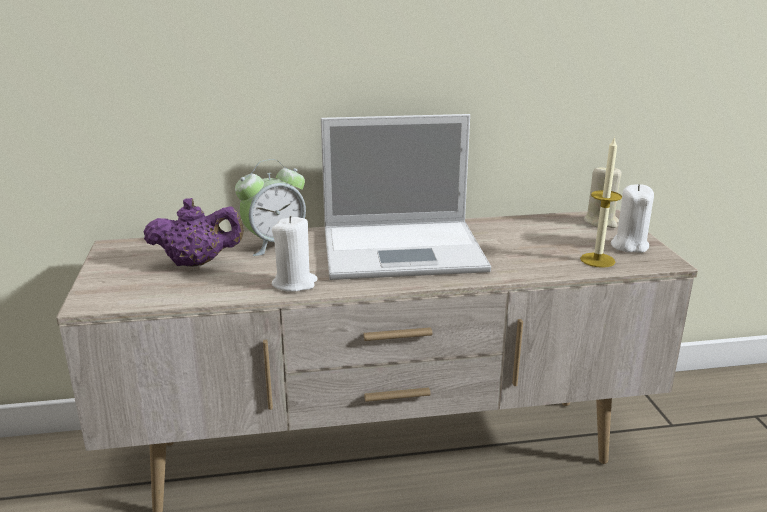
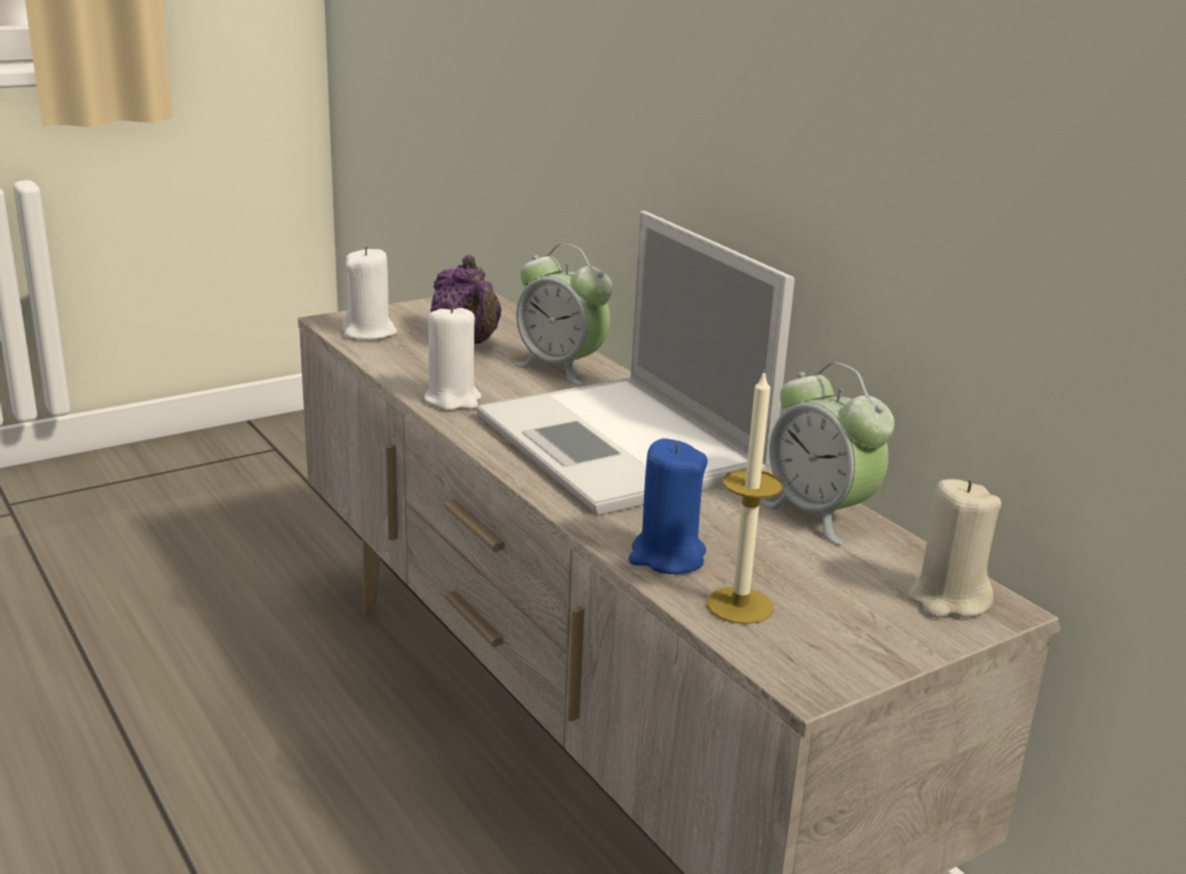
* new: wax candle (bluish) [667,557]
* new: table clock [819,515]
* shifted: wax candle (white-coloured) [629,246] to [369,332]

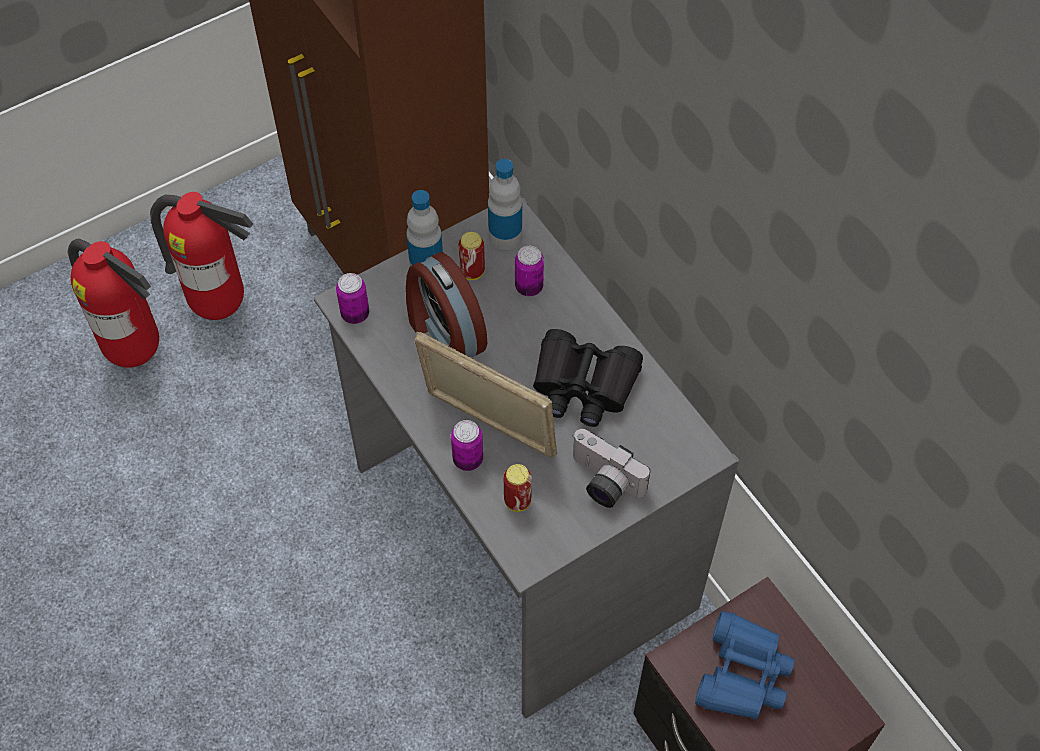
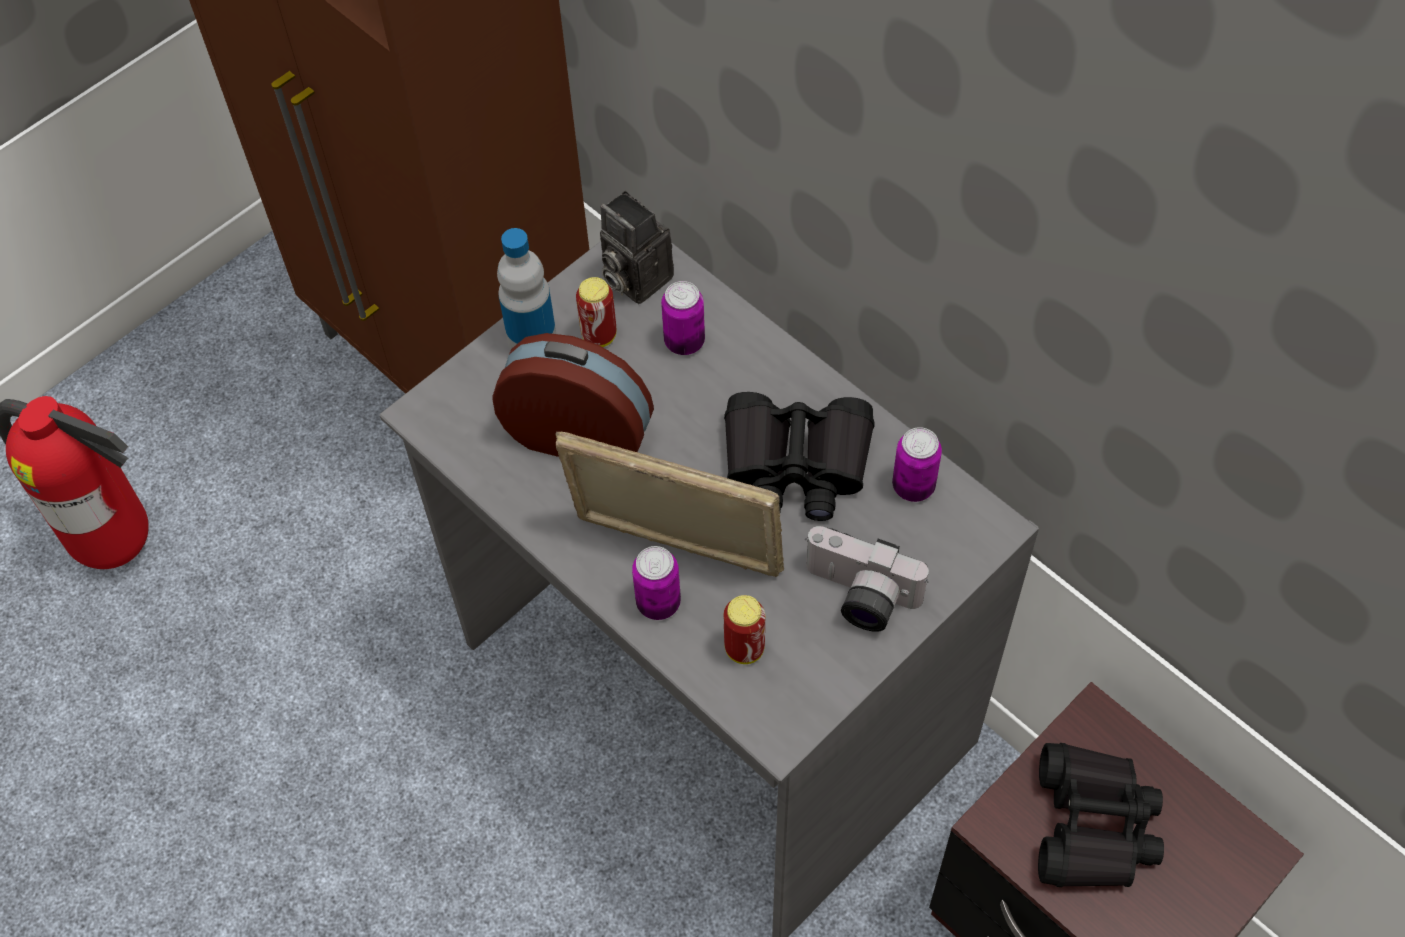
* gone: fire-fighting cylinder [220,305]
* shifted: can [355,314] to [913,486]
* swapped: drink bottle [505,236] to still camera [633,277]
* repainted: binoculars (bluish) [742,674] to binoculars (blackish) [1093,826]
* rotated: table clock [443,335] = [580,432] 150 degrees clockwise

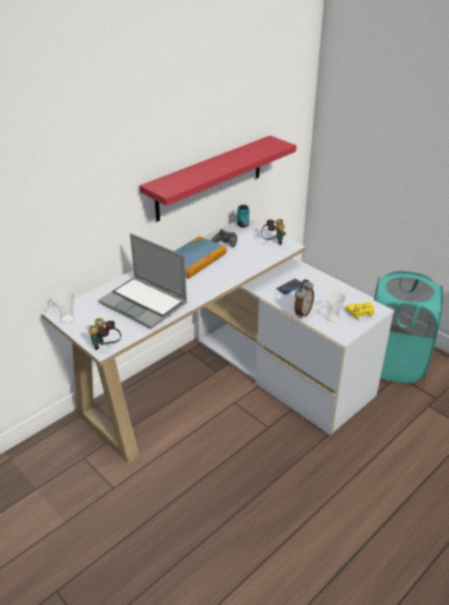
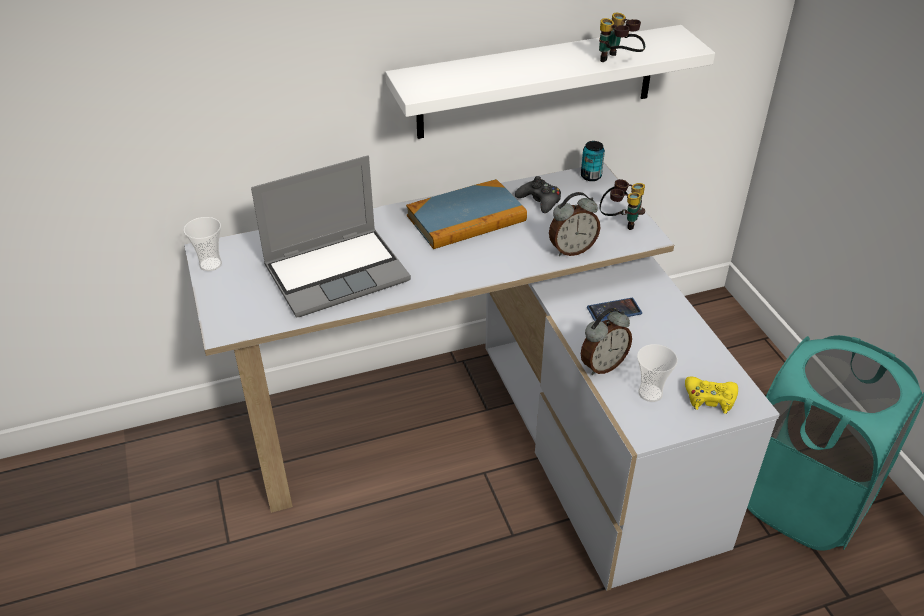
* new: table clock [571,250]
* shifted: binoculars [106,347] to [618,62]
* repainted: shelf (red-coloured) [210,178] to shelf (white-coloured) [537,82]
* rotated: notebook computer [145,303] = [337,272] 90 degrees counterclockwise

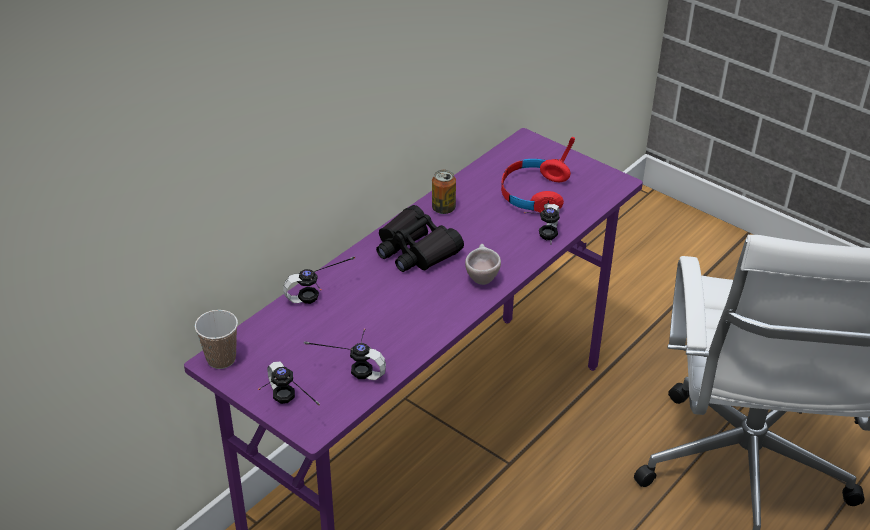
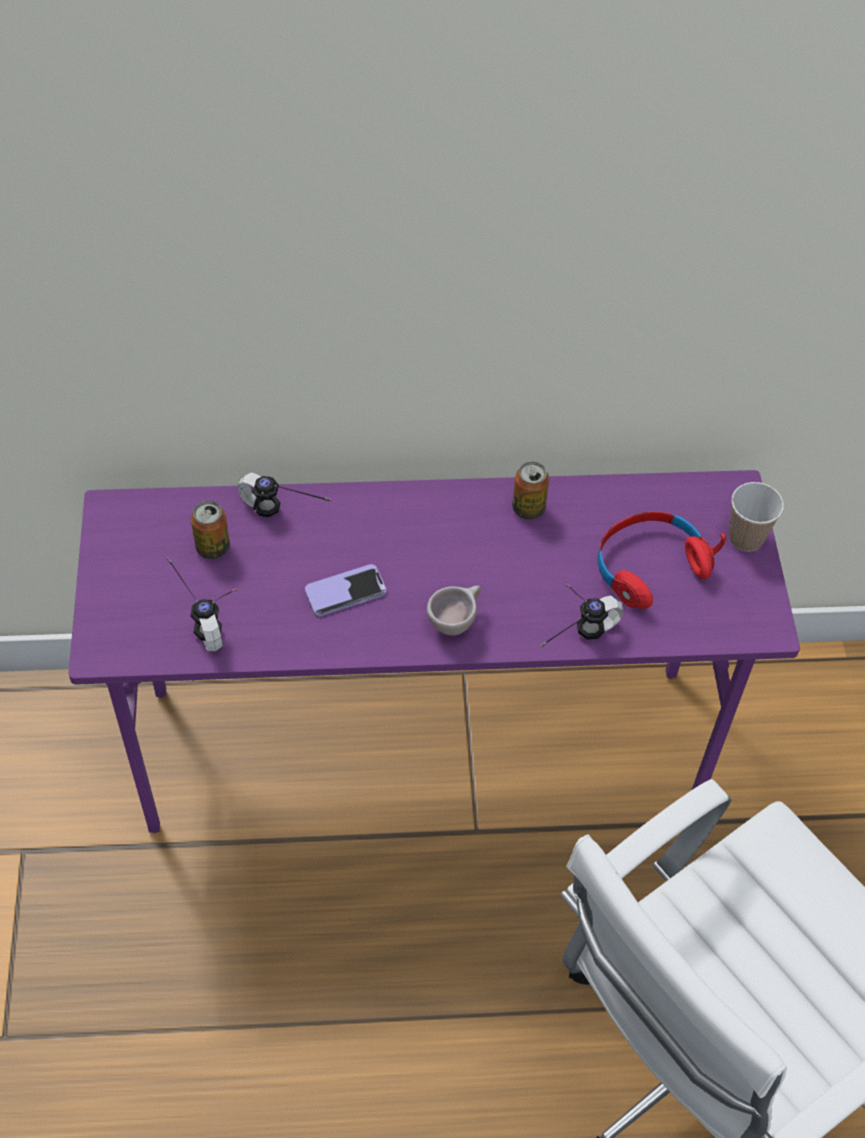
* gone: headset [283,410]
* gone: binoculars (blackish) [415,250]
* new: can [213,547]
* new: handset [345,592]
* shifted: cup [221,359] to [746,538]

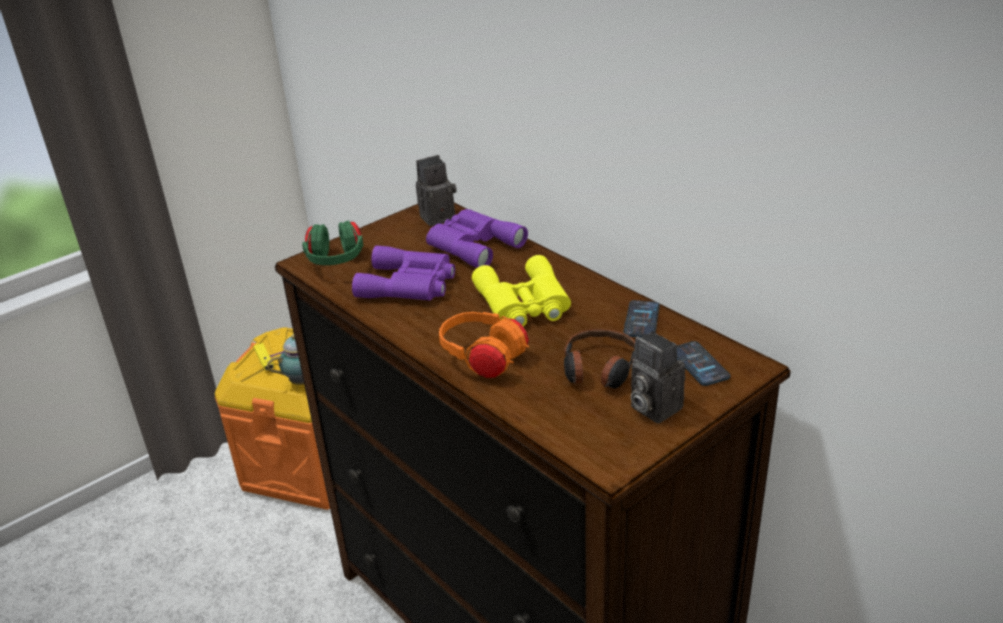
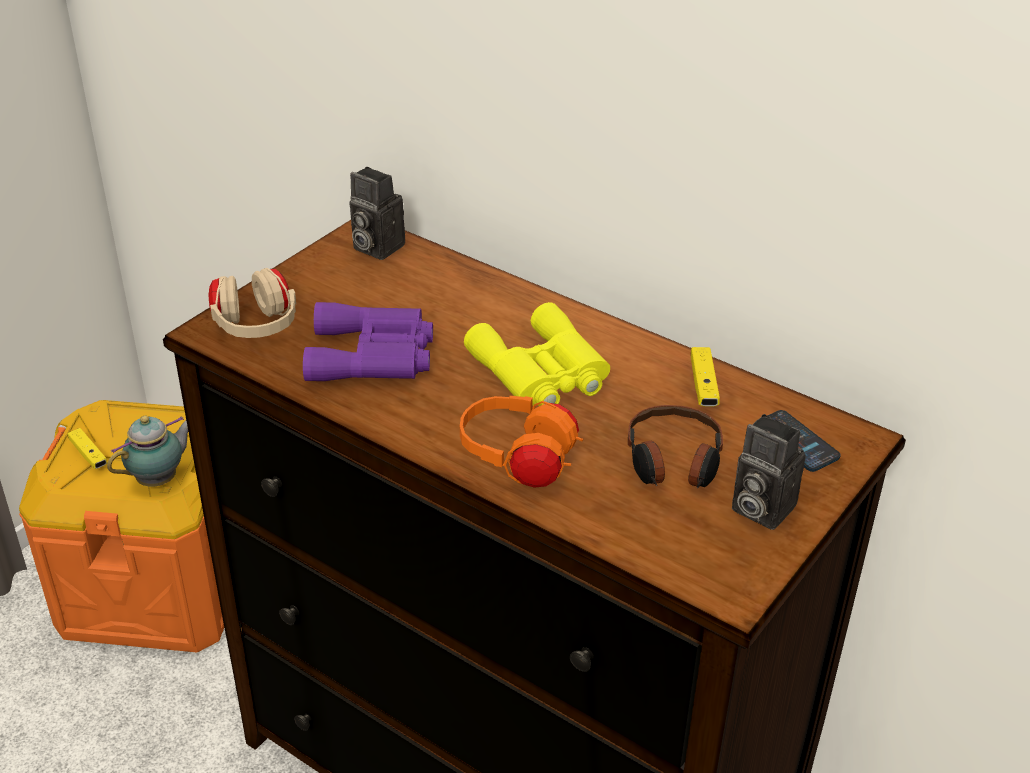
* gone: binoculars (purplish) [472,245]
* swapped: handset [641,320] to joypad (yellow) [703,385]
* repainted: headset (green-coloured) [336,263] to headset (beige) [256,329]
* rotated: still camera [438,216] = [374,247] 105 degrees counterclockwise

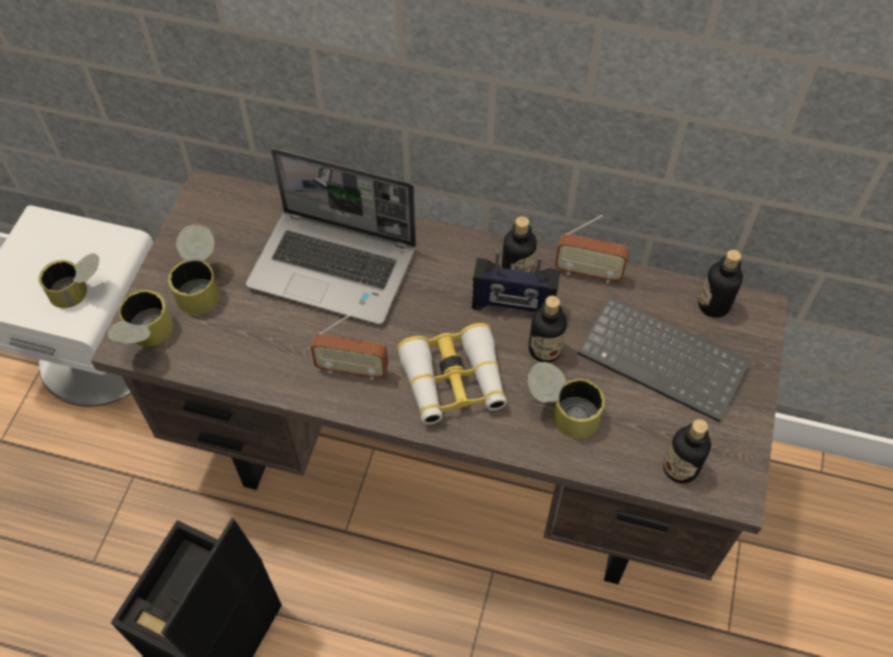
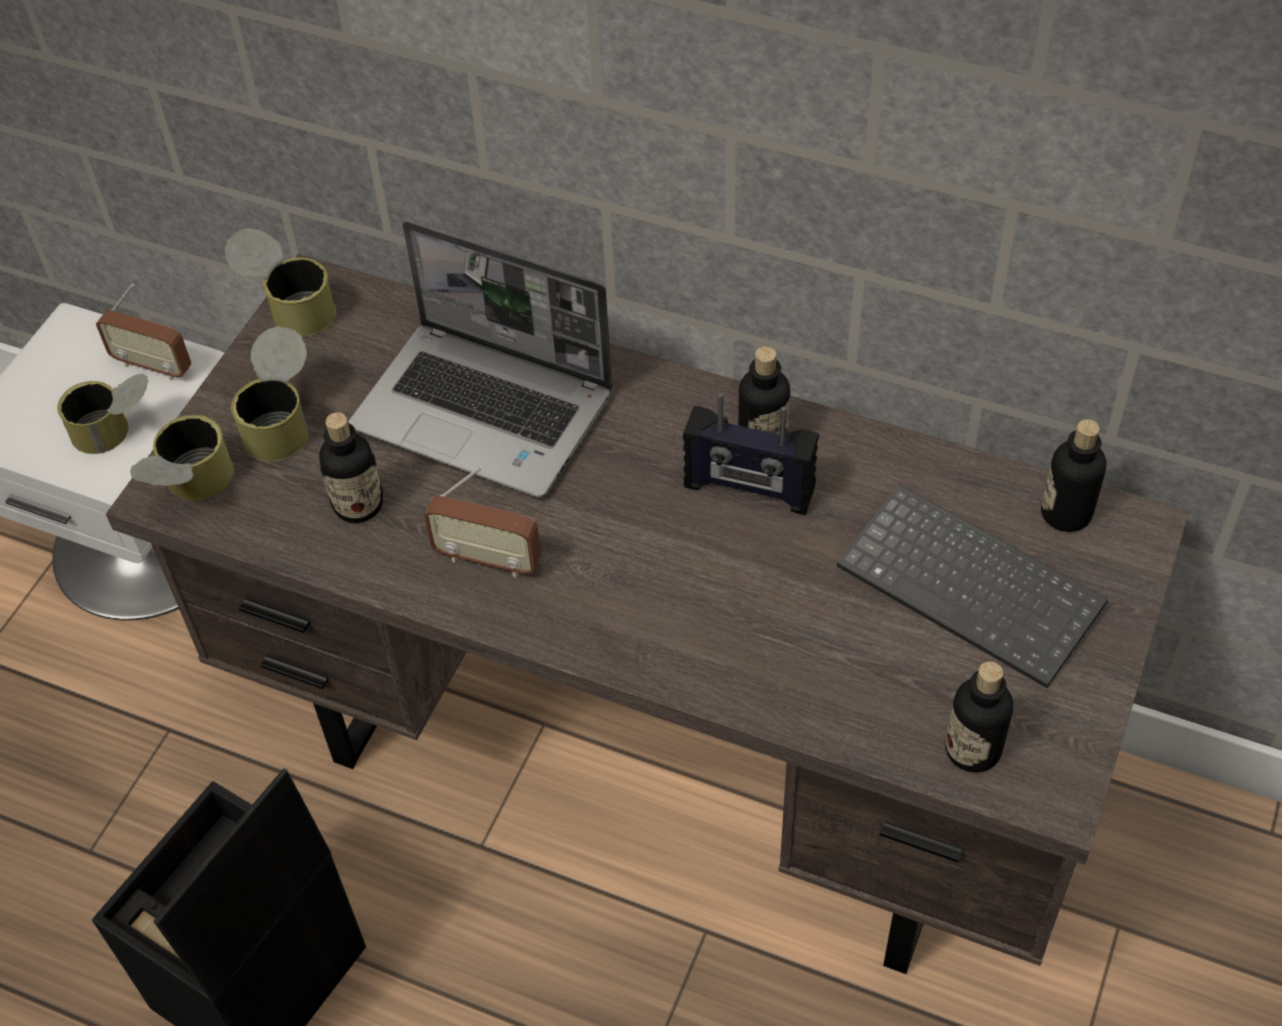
* gone: binoculars [453,382]
* shifted: can [562,411] to [288,307]
* shifted: drink bottle [545,349] to [358,505]
* shifted: radio [588,272] to [153,366]

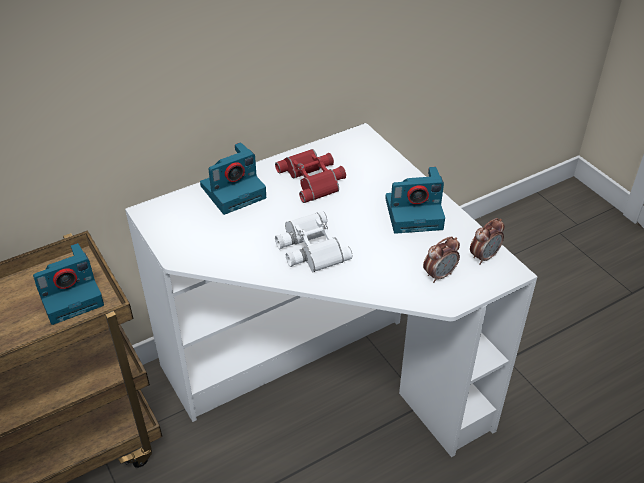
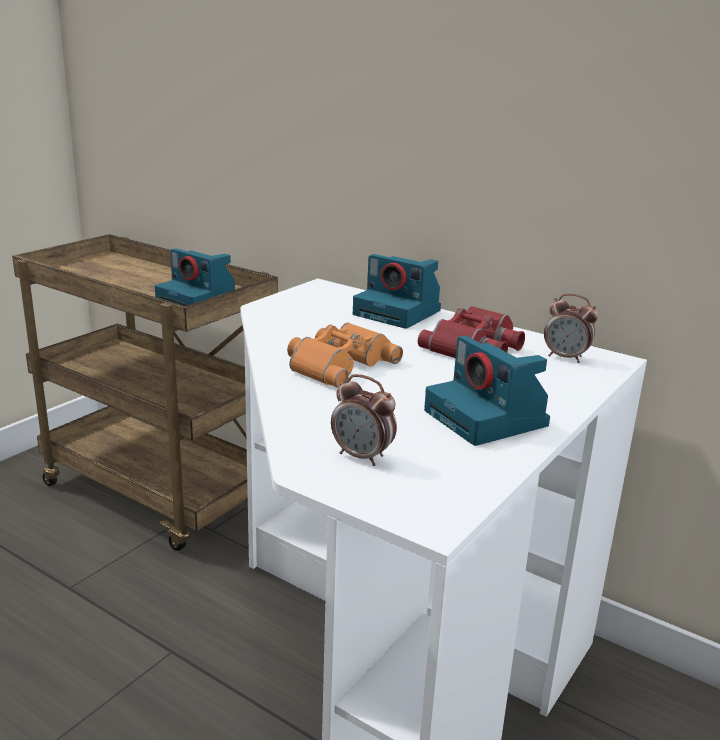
* shifted: table clock [484,257] to [566,357]
* repainted: binoculars (white-coloured) [309,248] to binoculars (orangey) [338,363]

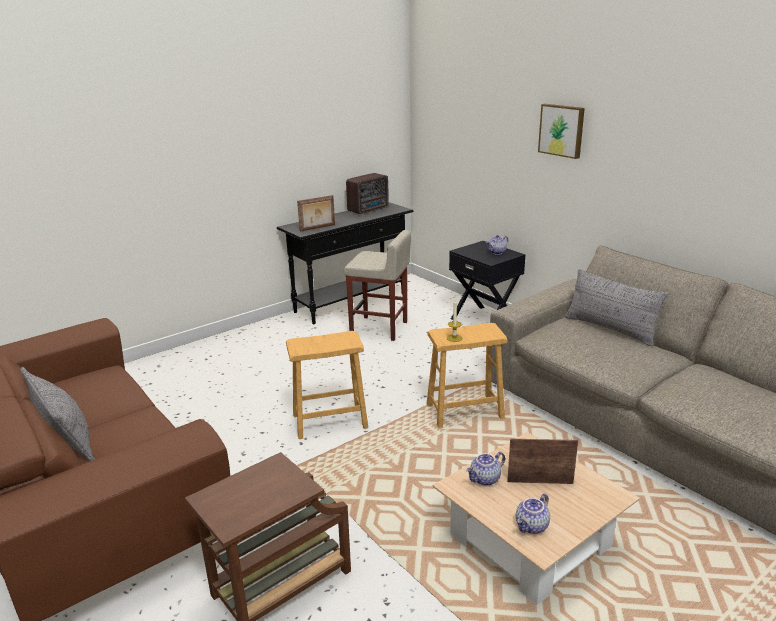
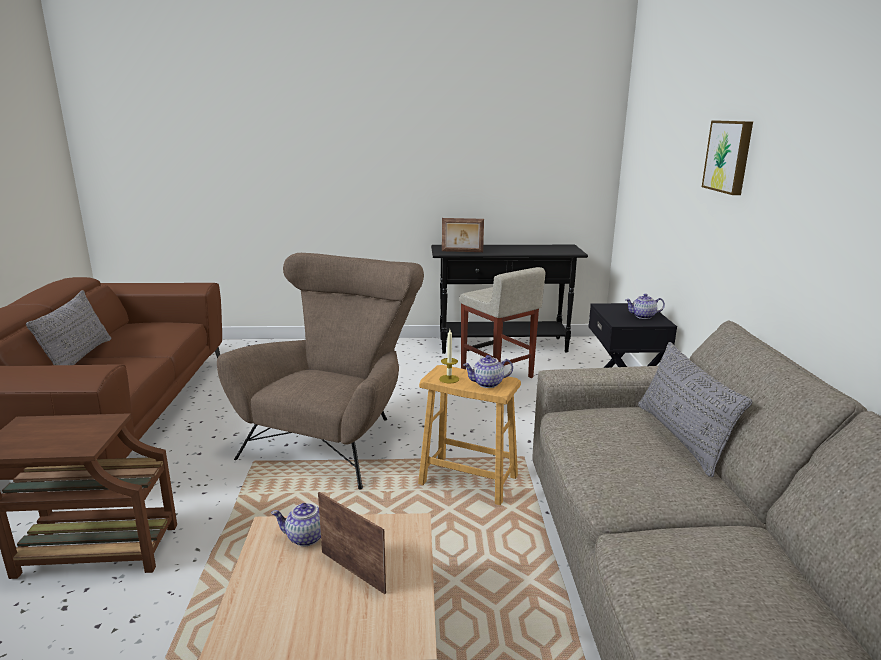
* gone: radio [369,209]
* shifted: pot for tea [532,526] to [487,384]
* swapped: stool seat (brown-coloured) [329,421] to easy chair (brown-coloured) [335,436]

